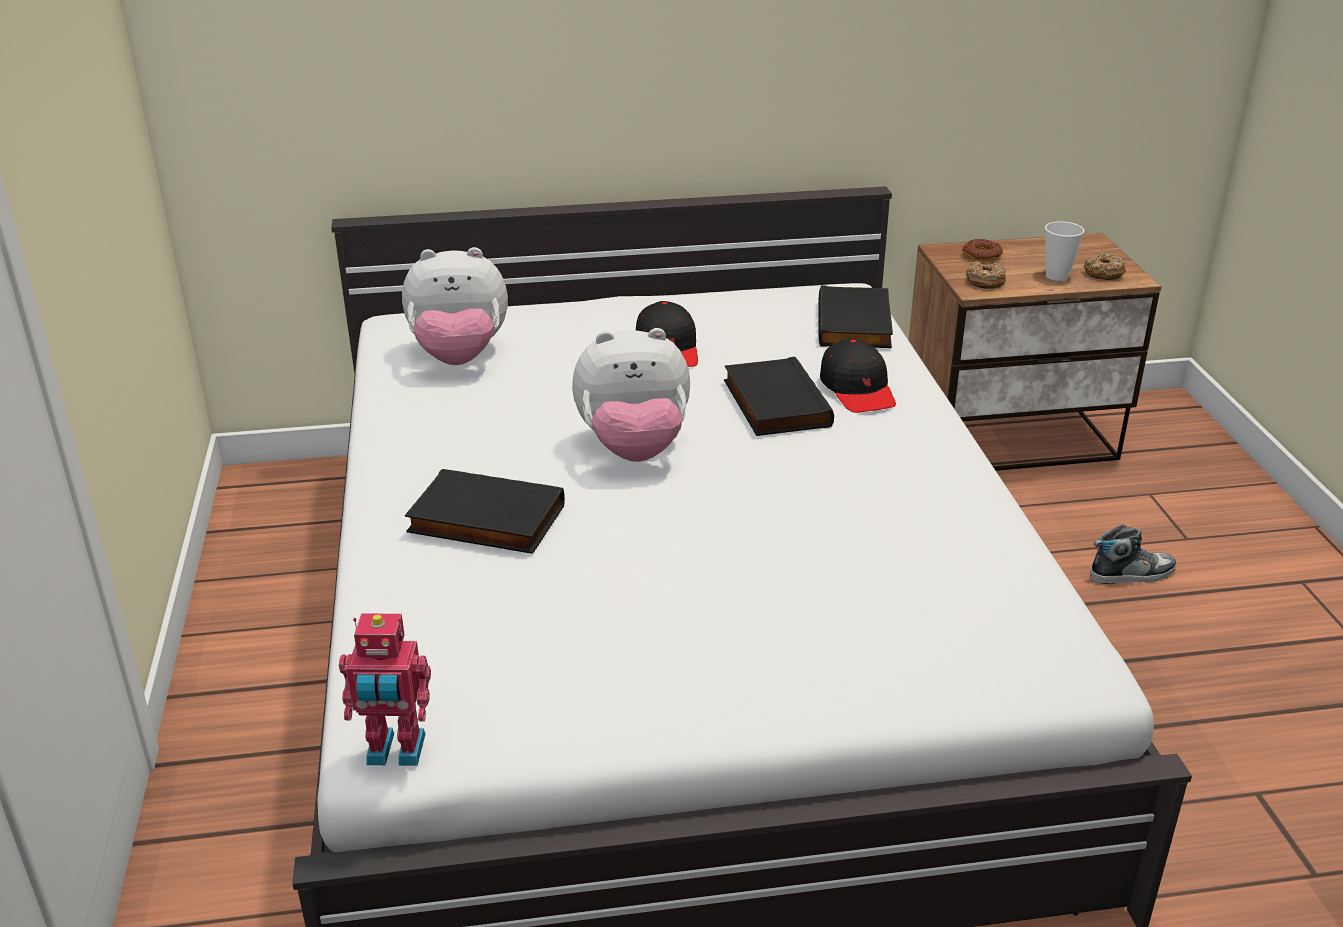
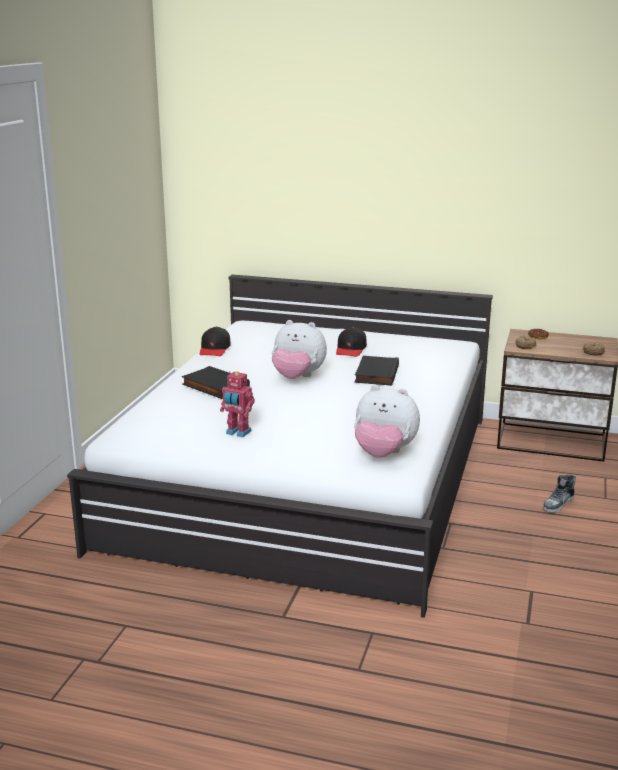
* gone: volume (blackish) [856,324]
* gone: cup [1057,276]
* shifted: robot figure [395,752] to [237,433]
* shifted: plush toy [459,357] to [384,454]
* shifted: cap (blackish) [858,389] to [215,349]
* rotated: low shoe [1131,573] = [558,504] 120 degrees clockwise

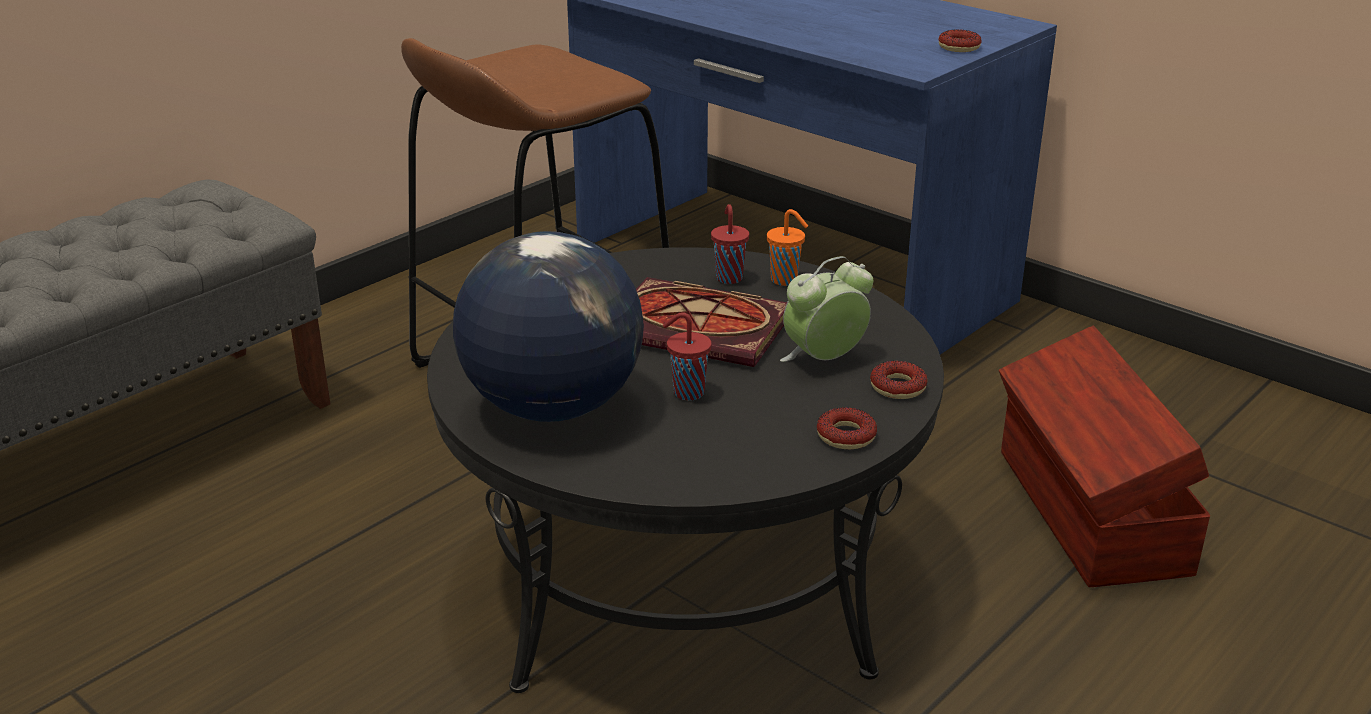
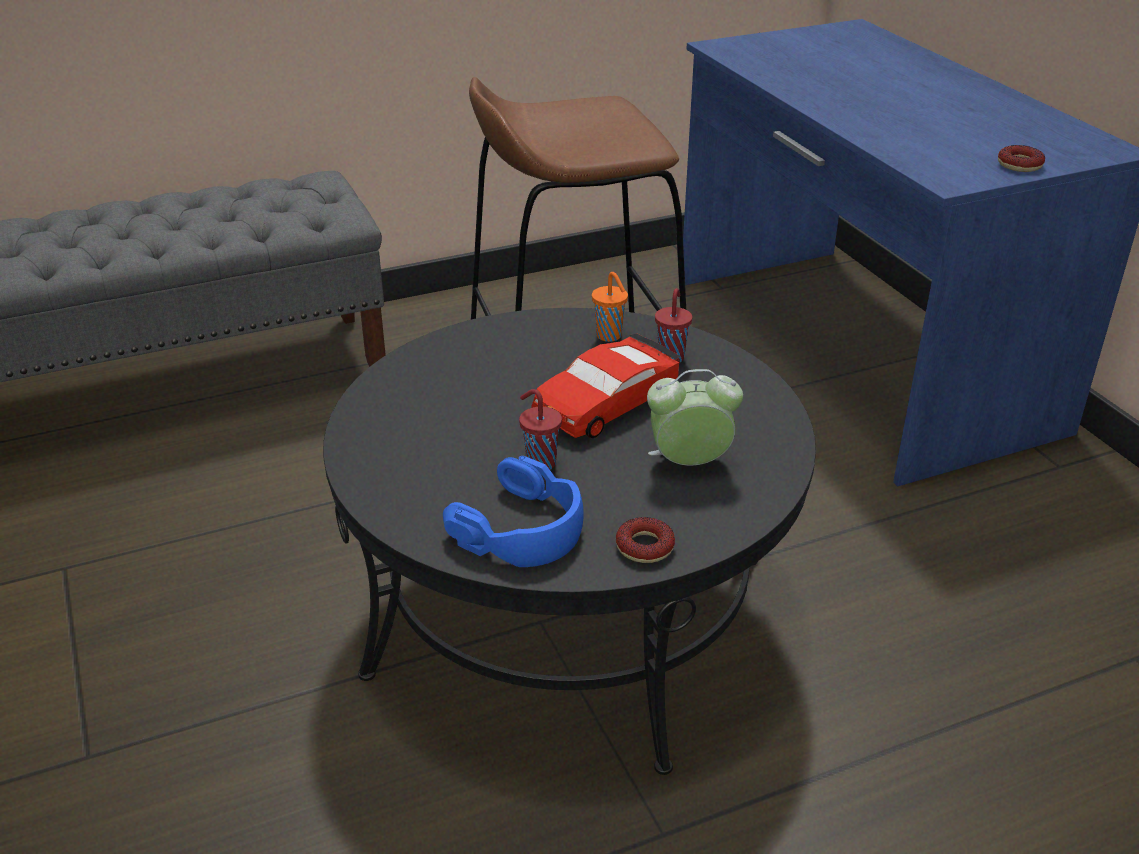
* gone: world globe [551,407]
* gone: doughnut [898,387]
* gone: storage box (brown-coloured) [1088,512]
* new: headset (bluish) [522,529]
* shifted: cup (orangey) [785,280] to [610,336]
* swapped: volume [703,328] to model car (red-coloured) [606,403]

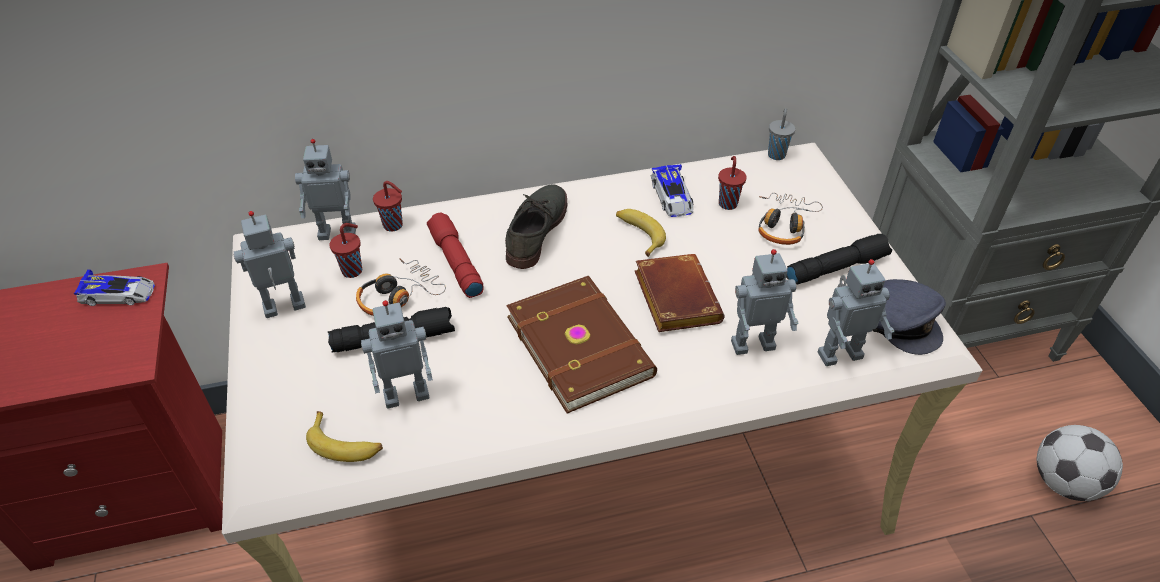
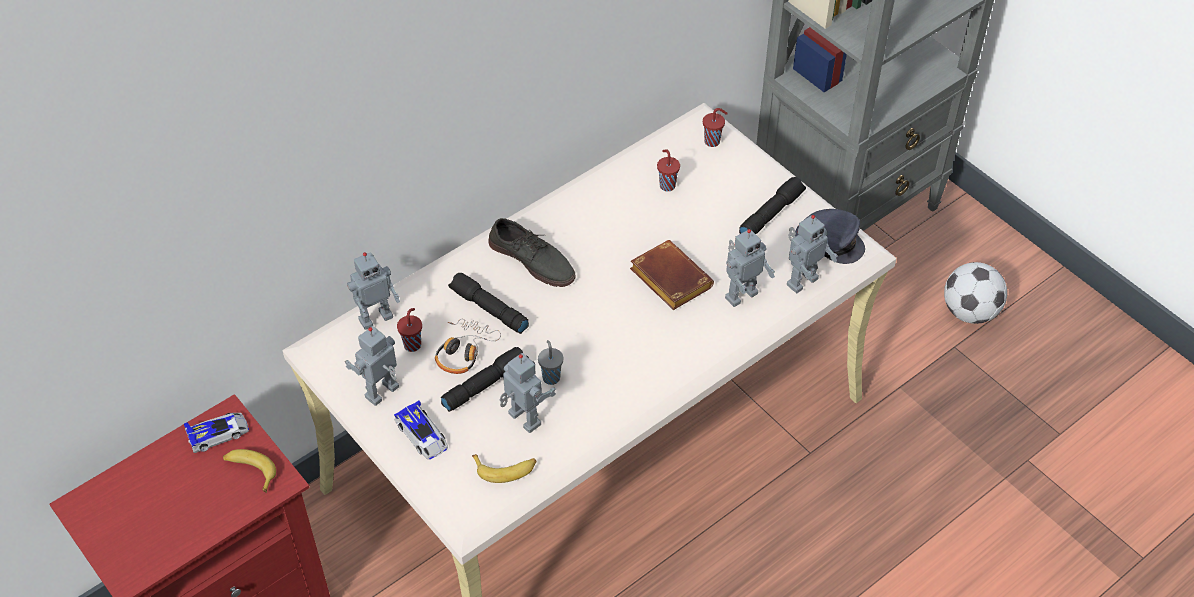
* gone: volume (brown-coloured) [581,344]
* gone: headset [783,225]
* shifted: cup (red-coloured) [394,225] to [713,141]
* shifted: banana fruit [638,234] to [250,471]
* shifted: model car [672,197] to [422,435]
* shifted: cup (grey) [776,154] to [551,377]
* repainted: hand torch (red-coloured) [455,262] to hand torch (blackish) [488,309]
* rotated: robot figure [406,394] = [523,420] 90 degrees counterclockwise
* rotated: low shoe (grey) [536,229] = [532,259] 135 degrees clockwise

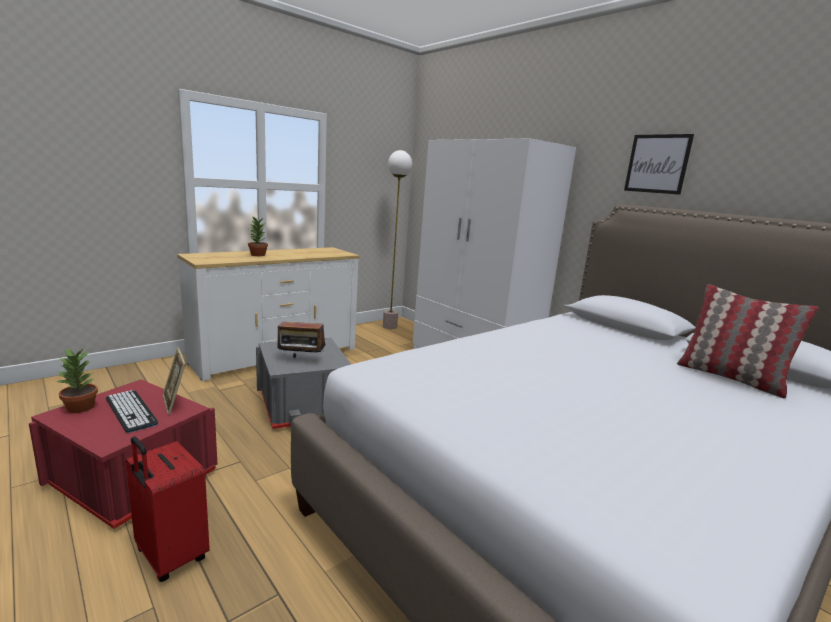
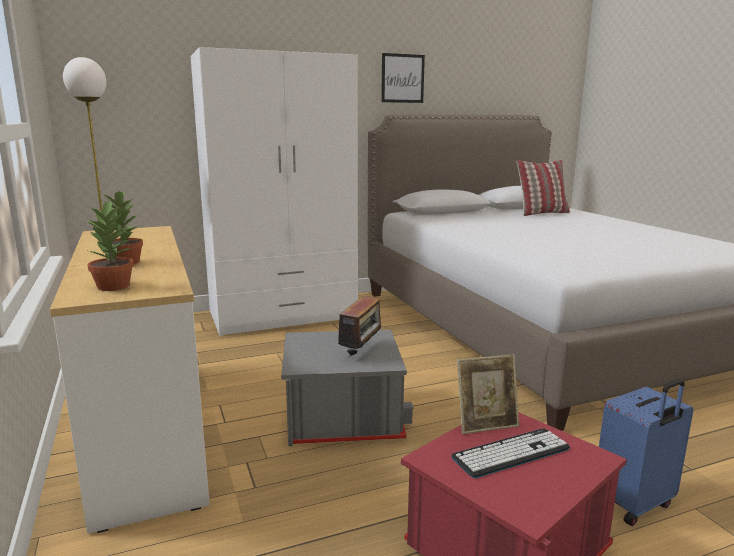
* shifted: plant in a pot [81,408] to [114,286]
* repainted: suitcase (red-coloured) [169,556] to suitcase (bluish) [634,504]

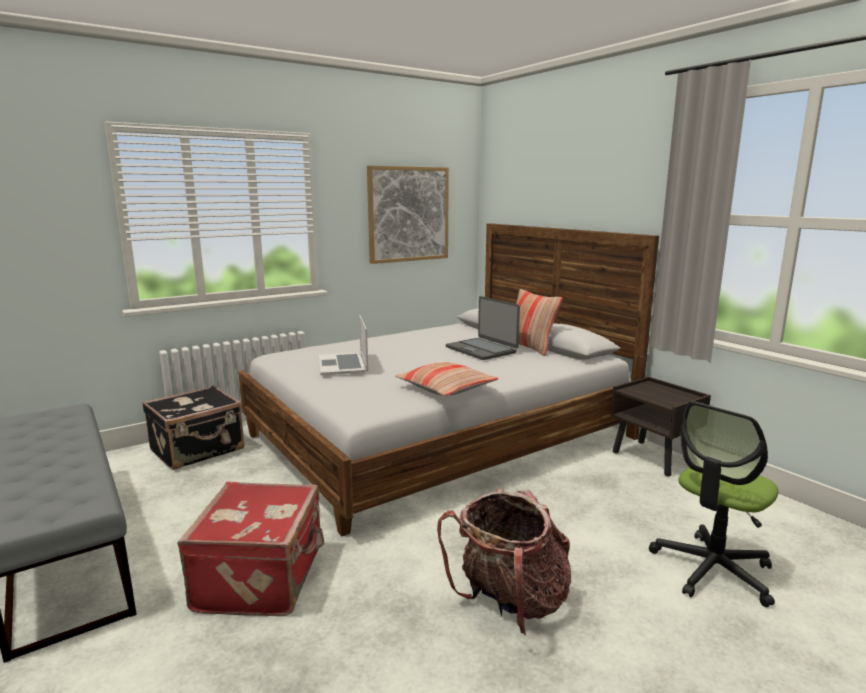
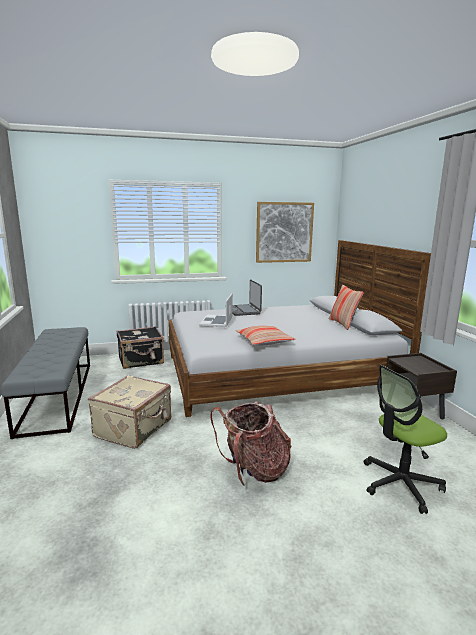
* shifted: notebook computer [481,350] to [243,310]
* repainted: suitcase (red-coloured) [263,578] to suitcase (beige) [134,429]

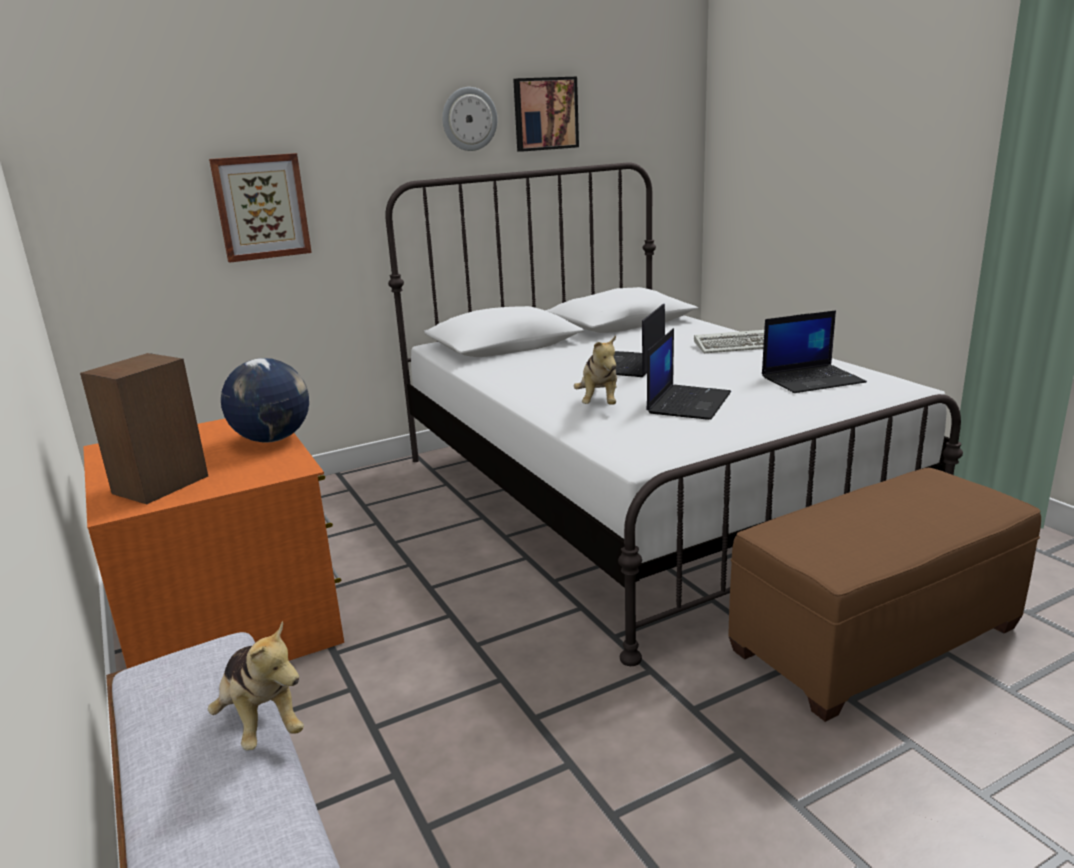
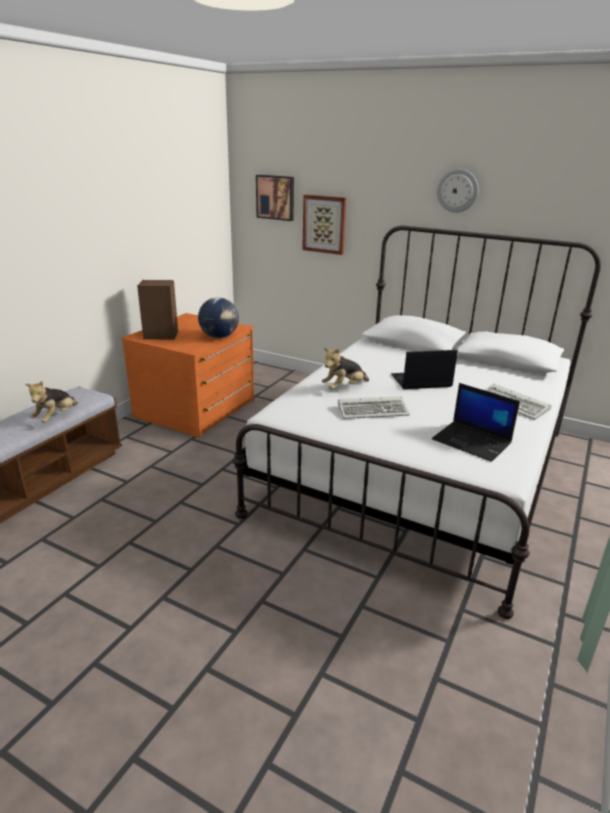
* gone: ottoman (brown-coloured) [874,638]
* shifted: wall picture [545,114] to [276,197]
* swapped: notebook computer [688,402] to PC keyboard [374,410]

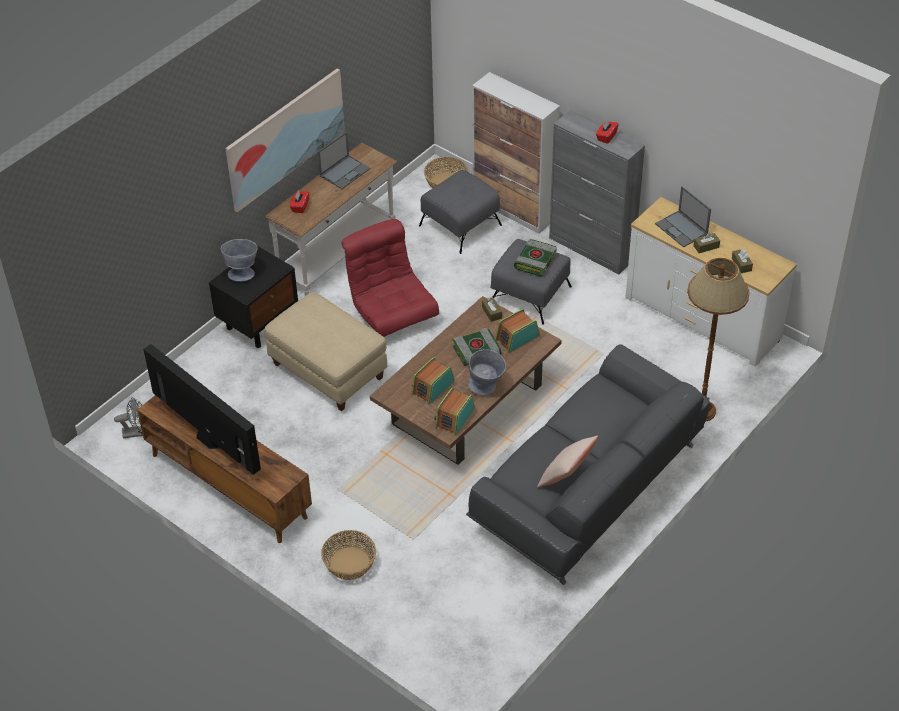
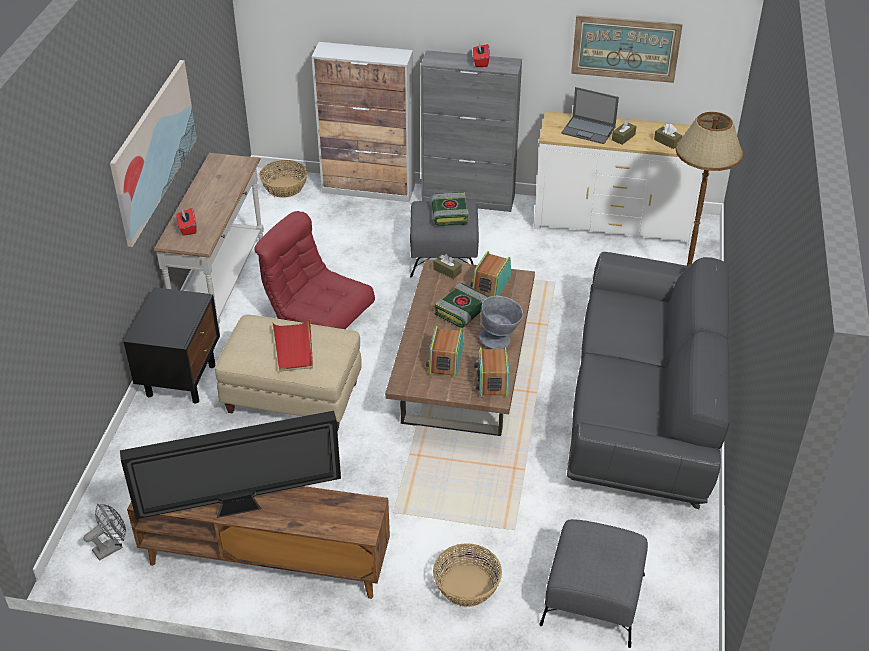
* gone: bowl (grey) [242,272]
* gone: notebook computer [345,172]
* gone: throw pillow (beige) [566,476]
* new: serving tray (red-coloured) [294,347]
* new: wall picture [625,48]
* shifted: ottoman (grey) [459,225] to [592,600]
* rotated: TV set [208,439] = [241,508] 150 degrees clockwise

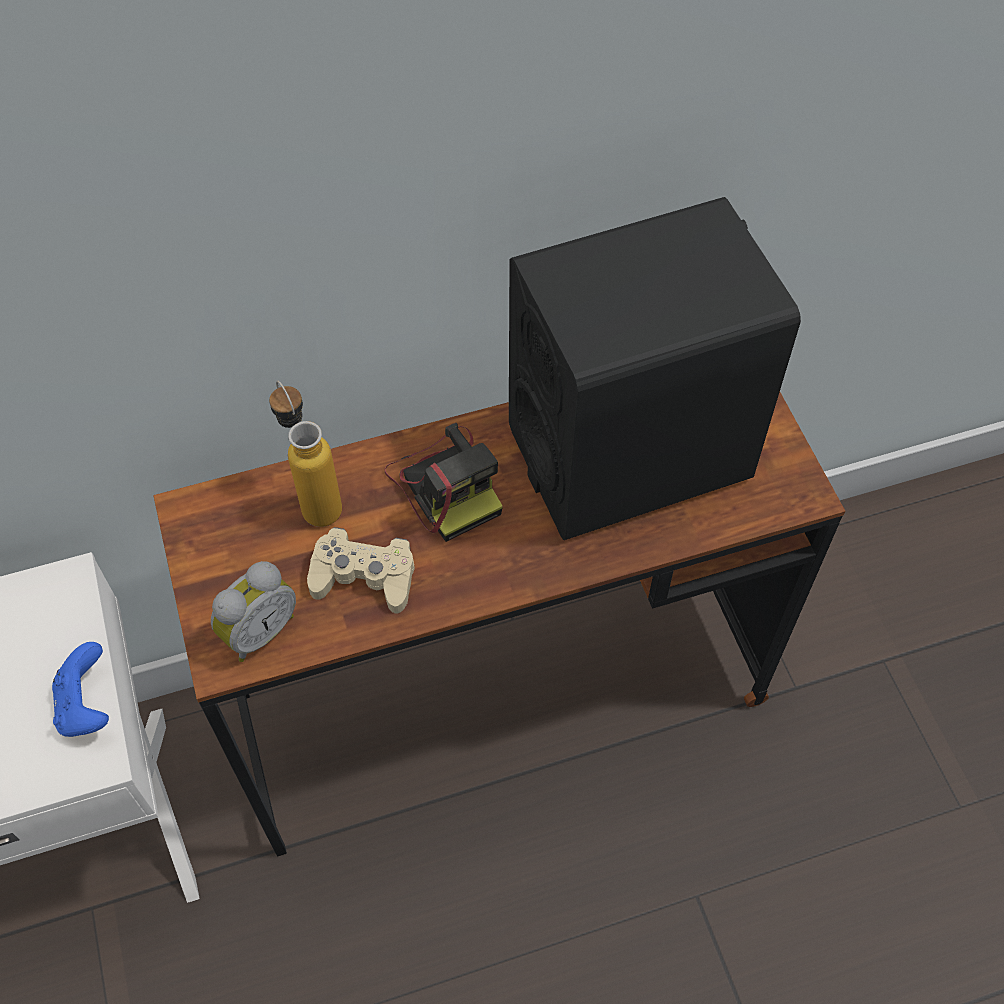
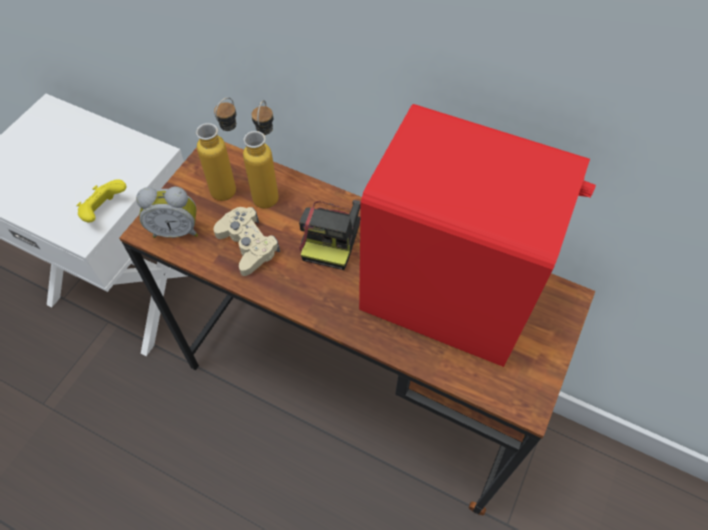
* new: drink bottle [231,185]
* repainted: joypad (bluish) [87,706] to joypad (yellow) [105,211]
* repainted: loudspeaker (blackish) [629,452] to loudspeaker (red-coloured) [449,295]

